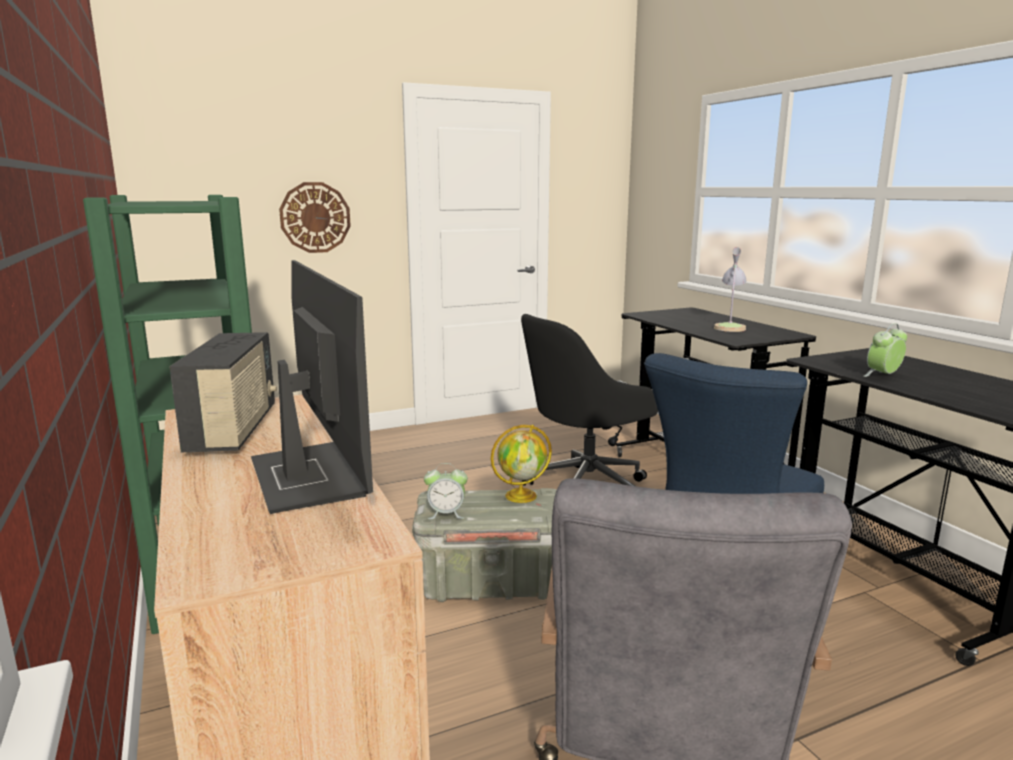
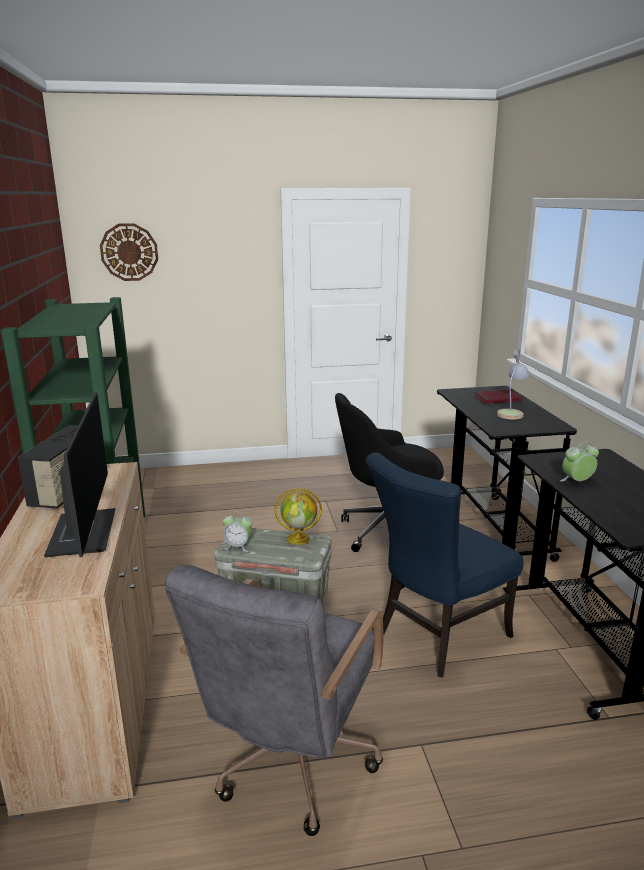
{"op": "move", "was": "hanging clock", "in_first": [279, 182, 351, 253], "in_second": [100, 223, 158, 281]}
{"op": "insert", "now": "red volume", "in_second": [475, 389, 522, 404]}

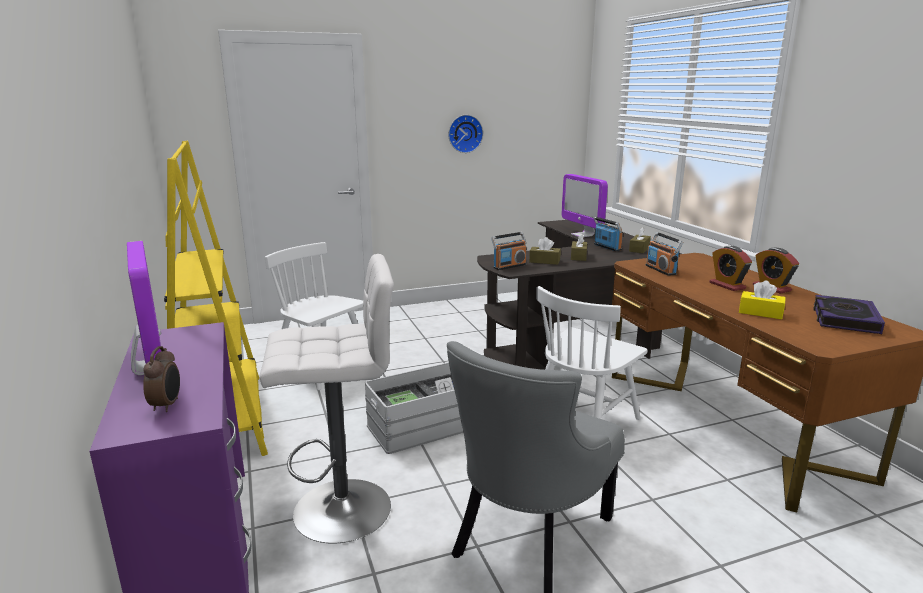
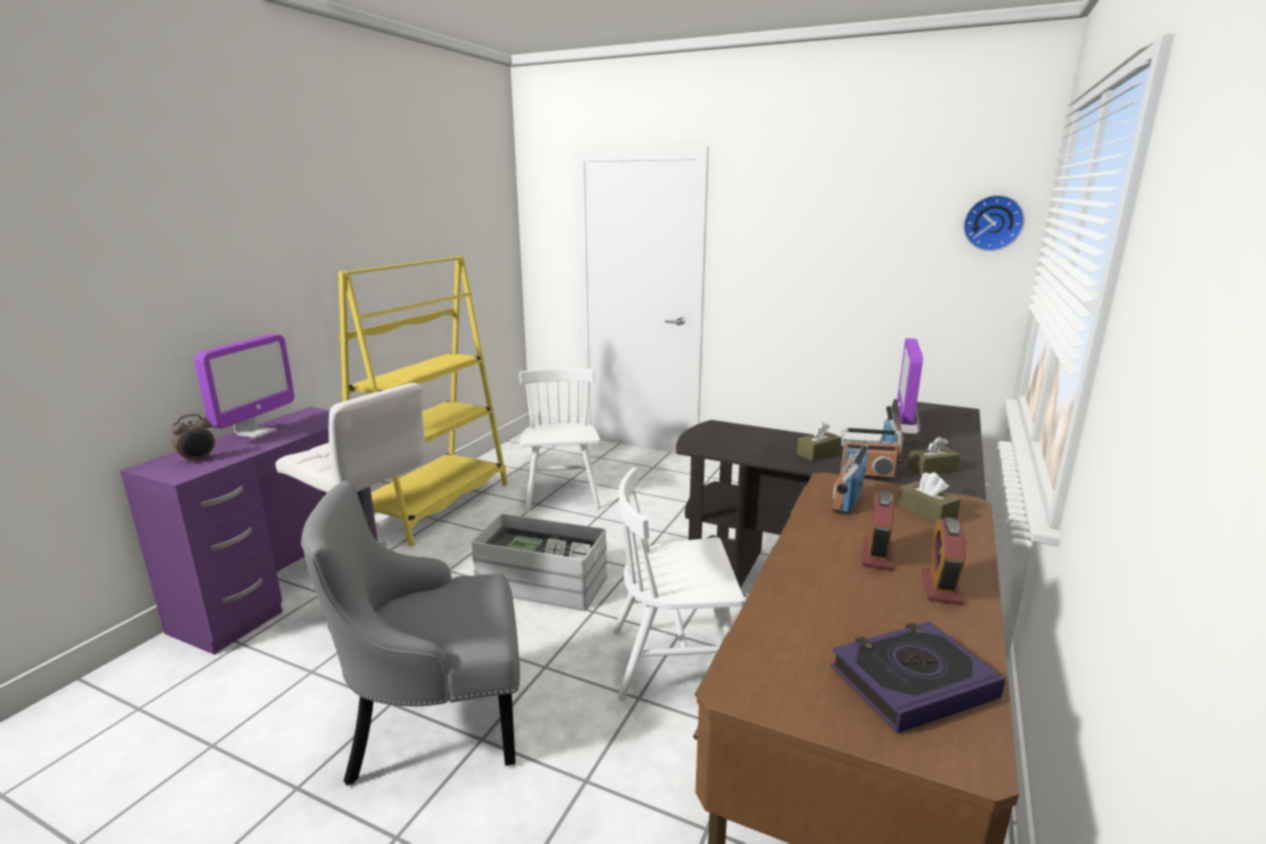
{"op": "move", "was": "hanging clock", "in_first": [448, 115, 483, 153], "in_second": [963, 195, 1025, 251]}
{"op": "move", "was": "radio receiver", "in_first": [491, 232, 527, 270], "in_second": [840, 428, 901, 480]}
{"op": "move", "was": "brown tissue holder", "in_first": [529, 237, 561, 265], "in_second": [897, 472, 960, 524]}
{"op": "delete", "was": "yellow tissue holder", "in_first": [739, 281, 786, 319]}

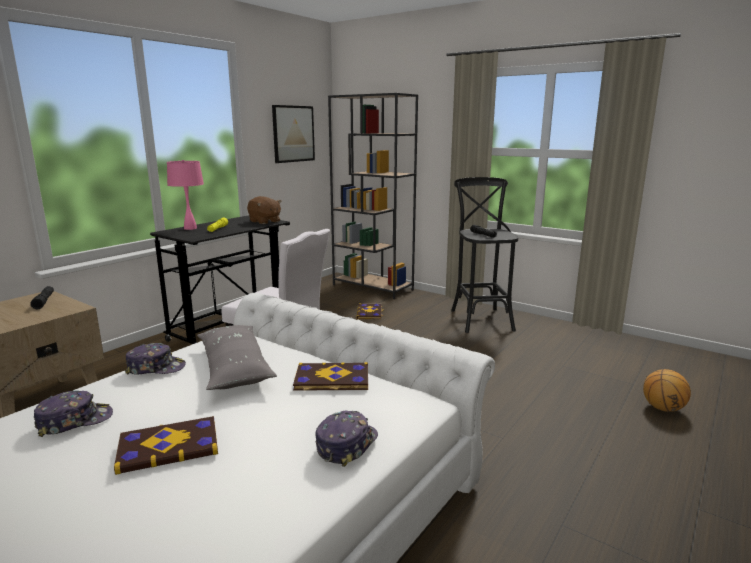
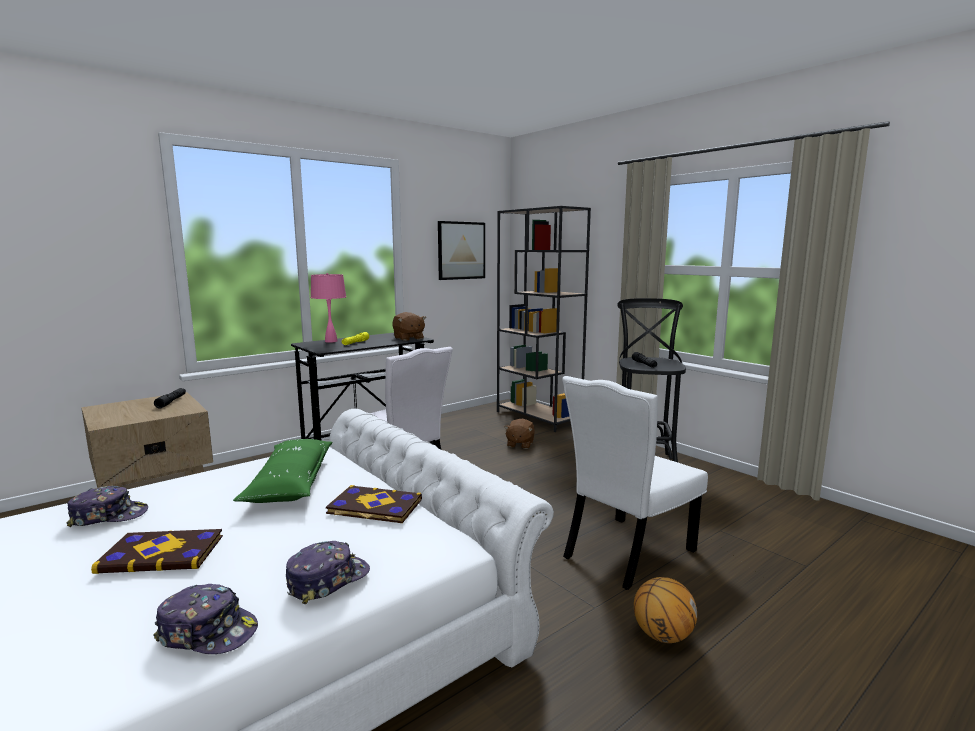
{"op": "move", "was": "baseball cap", "in_first": [125, 343, 186, 375], "in_second": [153, 584, 258, 654]}
{"op": "recolor", "was": "grey throw pillow", "now": "green throw pillow", "in_first": [197, 325, 277, 390], "in_second": [233, 439, 332, 503]}
{"op": "replace", "was": "volume", "now": "brown plush toy", "in_first": [356, 303, 384, 319], "in_second": [504, 419, 535, 449]}
{"op": "move", "was": "basketball ball", "in_first": [643, 369, 691, 412], "in_second": [634, 577, 697, 643]}
{"op": "insert", "now": "whitish upright chair", "in_second": [562, 376, 708, 590]}

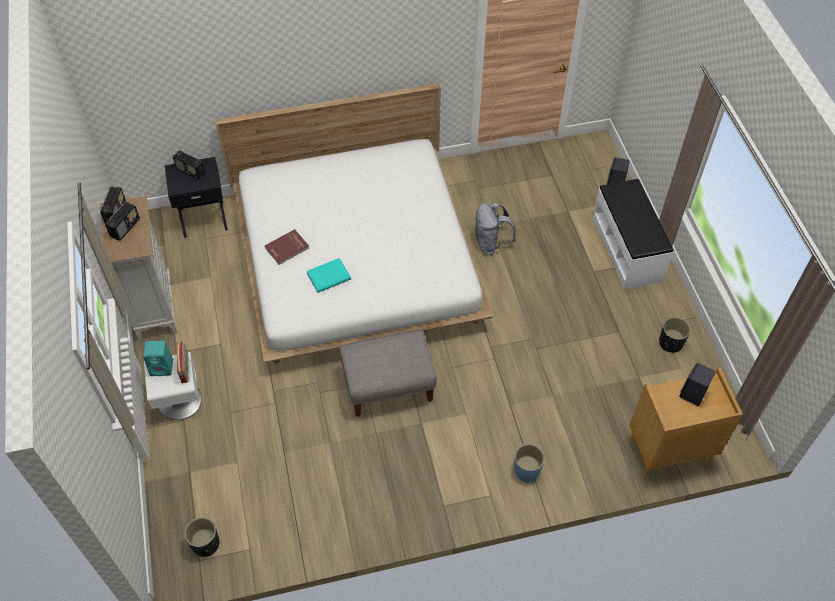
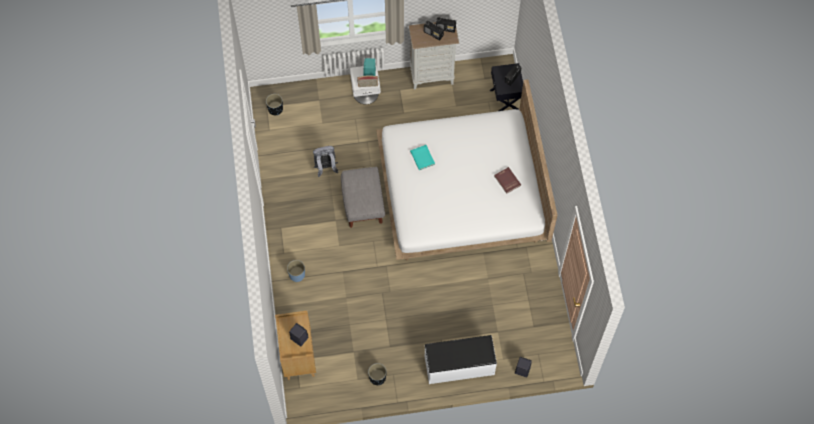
{"op": "move", "was": "red volume", "in_first": [265, 229, 309, 265], "in_second": [494, 167, 521, 194]}
{"op": "move", "was": "grey knapsack", "in_first": [474, 202, 516, 255], "in_second": [313, 146, 338, 177]}

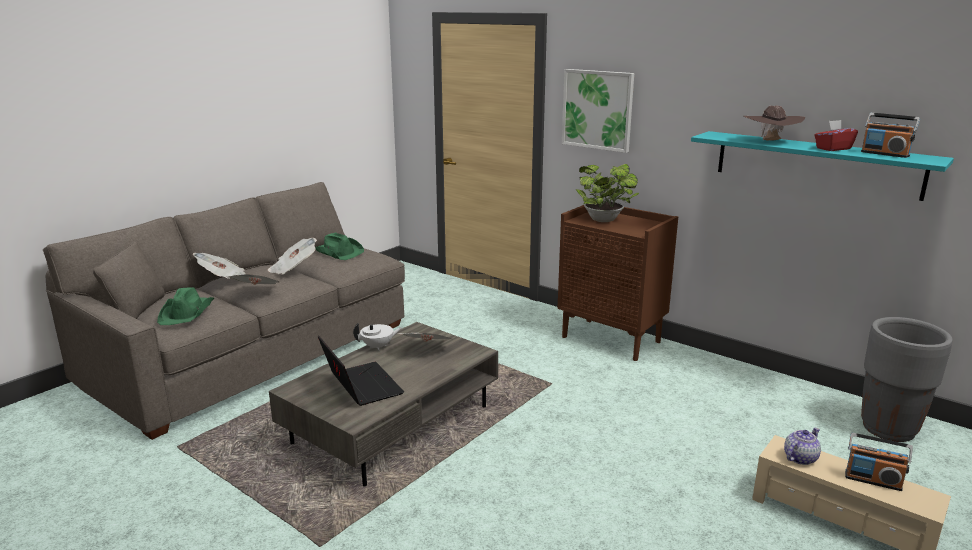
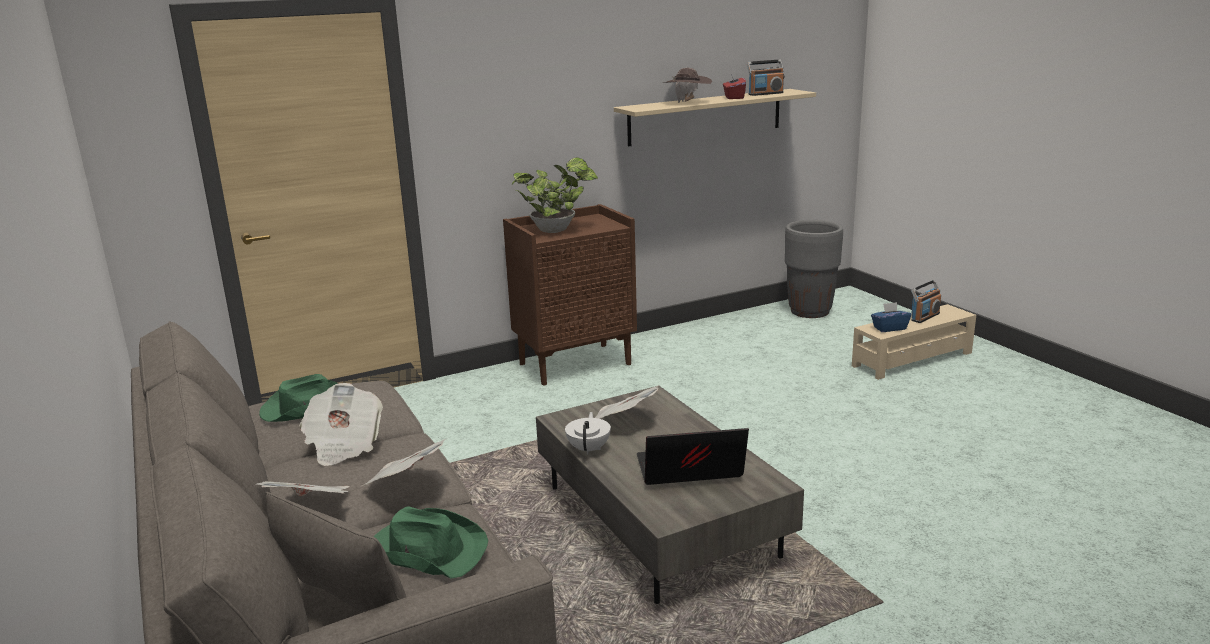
{"op": "delete", "was": "picture", "in_first": [562, 69, 634, 153]}
{"op": "recolor", "was": "turquoise-coloured bracket shelf", "now": "sand-coloured bracket shelf", "in_first": [691, 131, 954, 201], "in_second": [614, 89, 816, 146]}
{"op": "replace", "was": "pot for tea", "now": "blue-coloured tissue holder", "in_first": [784, 428, 821, 465], "in_second": [871, 302, 911, 332]}

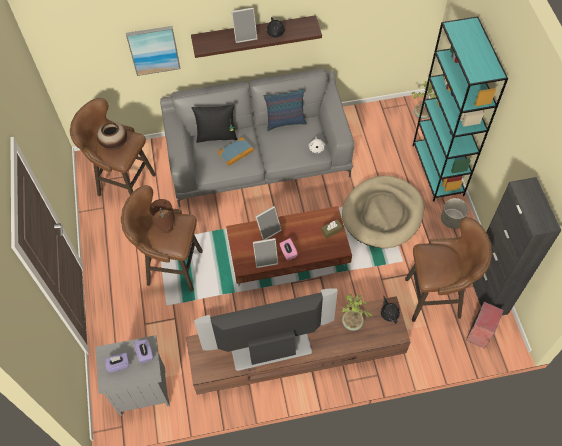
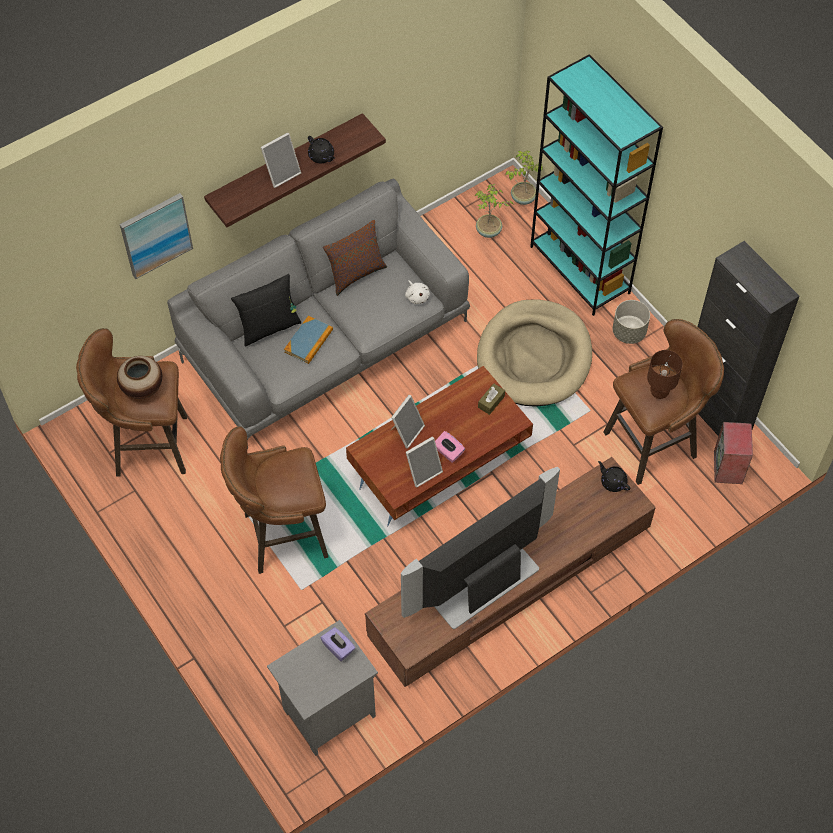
{"op": "delete", "was": "purple-coloured tissue holder", "in_first": [105, 353, 129, 373]}
{"op": "move", "was": "brown lamp for a table", "in_first": [149, 199, 175, 233], "in_second": [647, 350, 683, 399]}
{"op": "recolor", "was": "blue-coloured throw pillow", "now": "brown throw pillow", "in_first": [264, 89, 307, 131], "in_second": [323, 220, 387, 296]}
{"op": "move", "was": "houseplant", "in_first": [341, 294, 372, 331], "in_second": [475, 184, 513, 238]}

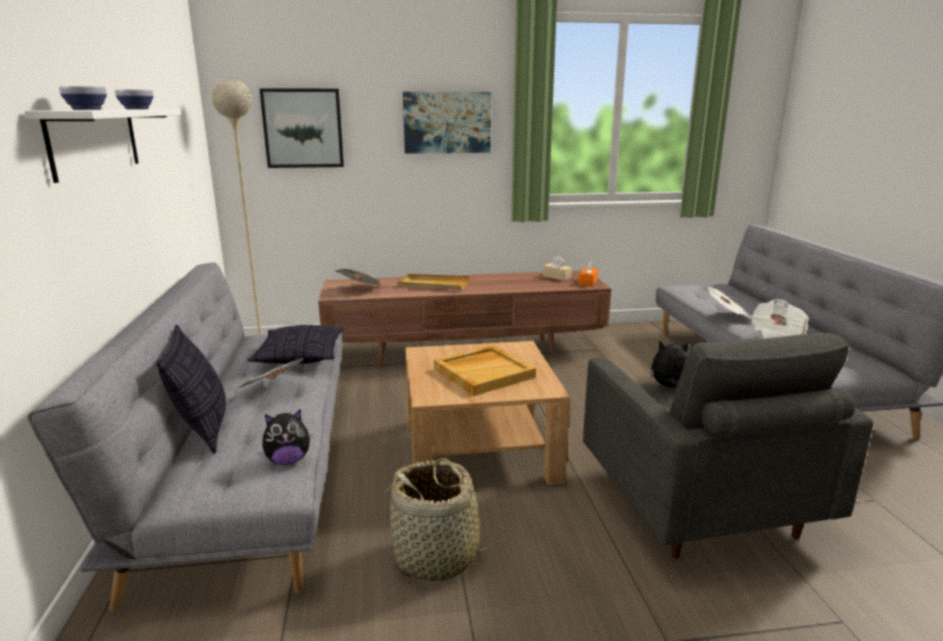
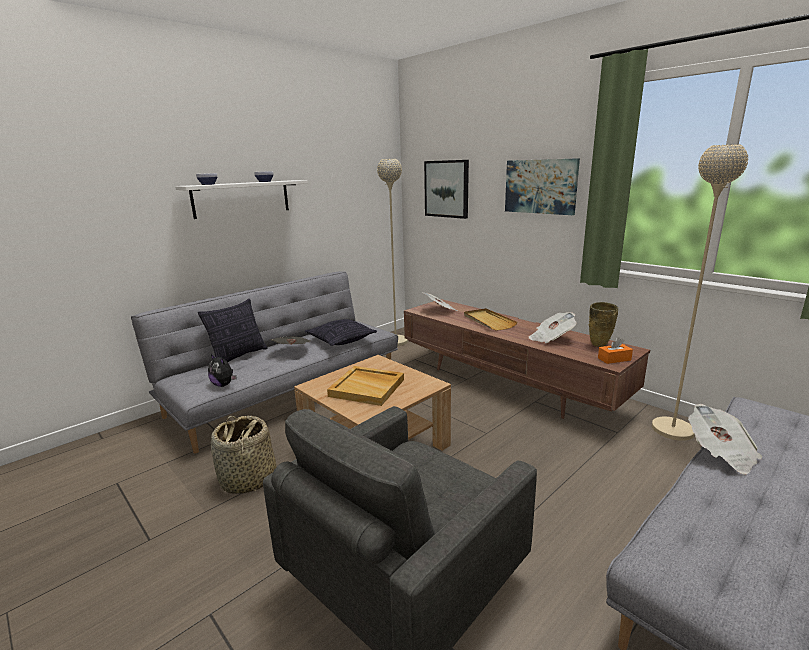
{"op": "replace", "was": "sand-coloured tissue holder", "now": "sand-coloured flower vase", "in_first": [543, 256, 572, 281], "in_second": [589, 302, 618, 347]}
{"op": "delete", "was": "plush toy", "in_first": [649, 340, 689, 387]}
{"op": "move", "was": "newspaper", "in_first": [750, 299, 809, 338], "in_second": [529, 312, 576, 343]}
{"op": "insert", "now": "sand-coloured floor lamp", "in_second": [652, 144, 748, 441]}

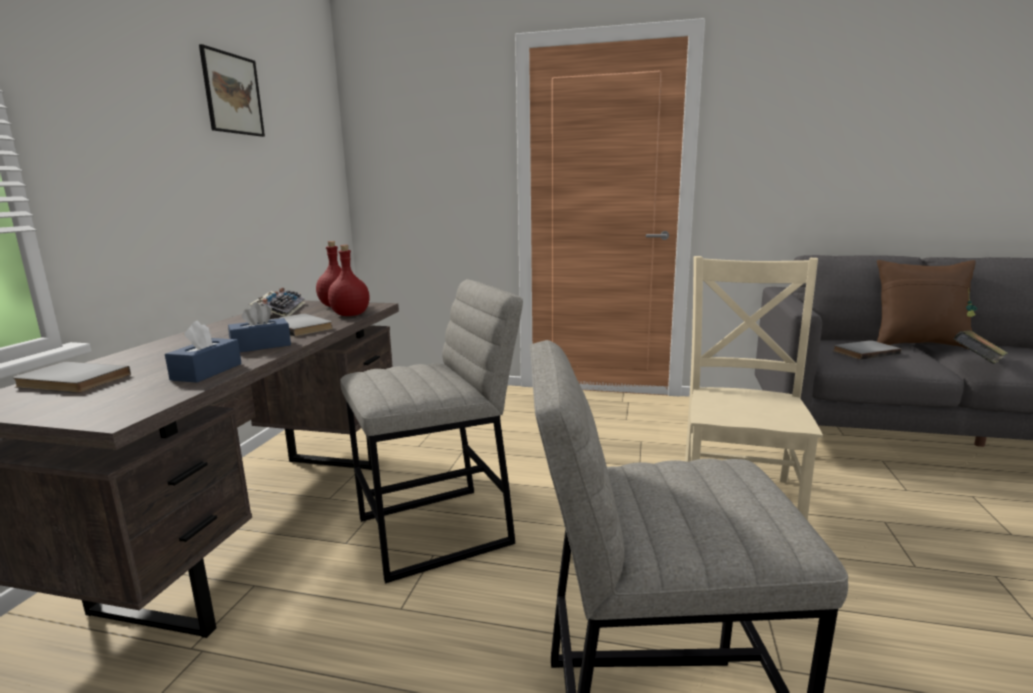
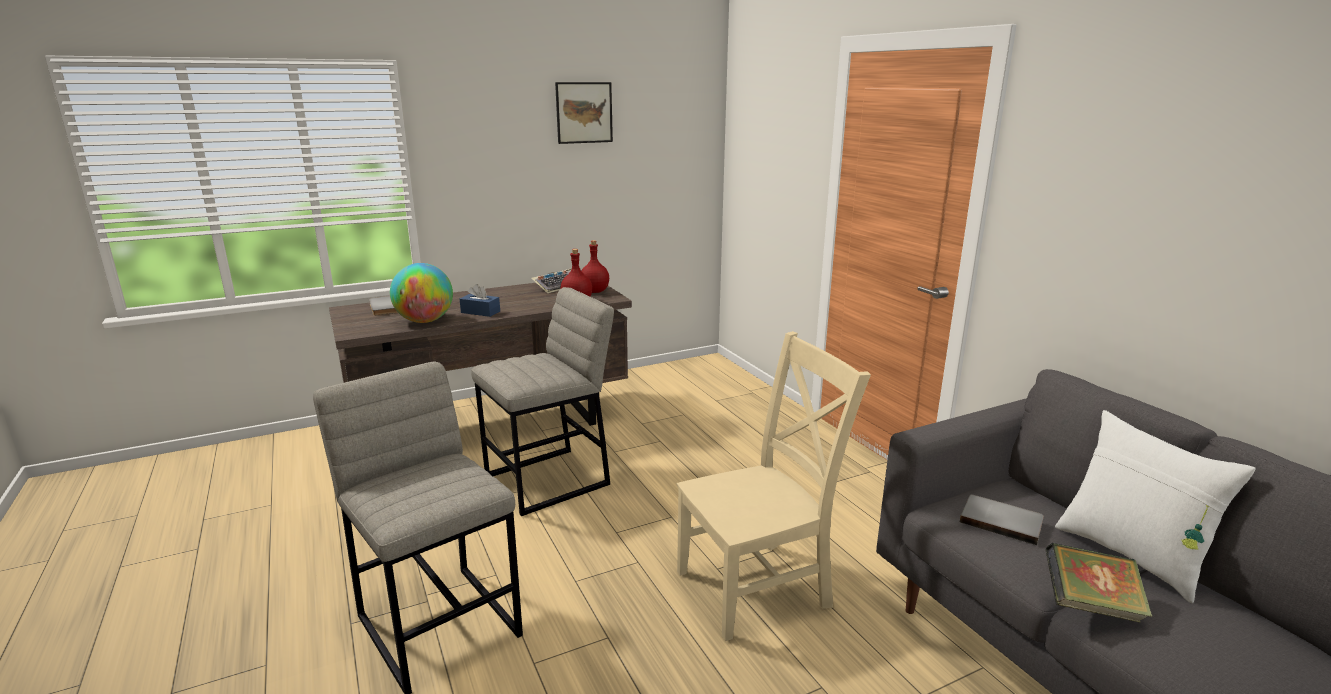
{"op": "replace", "was": "blue-coloured tissue holder", "now": "desk globe", "in_first": [165, 321, 242, 383], "in_second": [390, 263, 453, 323]}
{"op": "delete", "was": "grey volume", "in_first": [269, 313, 333, 337]}
{"op": "rotate", "was": "grey upright chair", "in_first": [340, 279, 523, 583], "in_second": [471, 287, 614, 516], "clockwise": -60}
{"op": "recolor", "was": "brown throw pillow", "now": "whitish throw pillow", "in_first": [877, 260, 977, 350], "in_second": [1055, 410, 1256, 603]}

